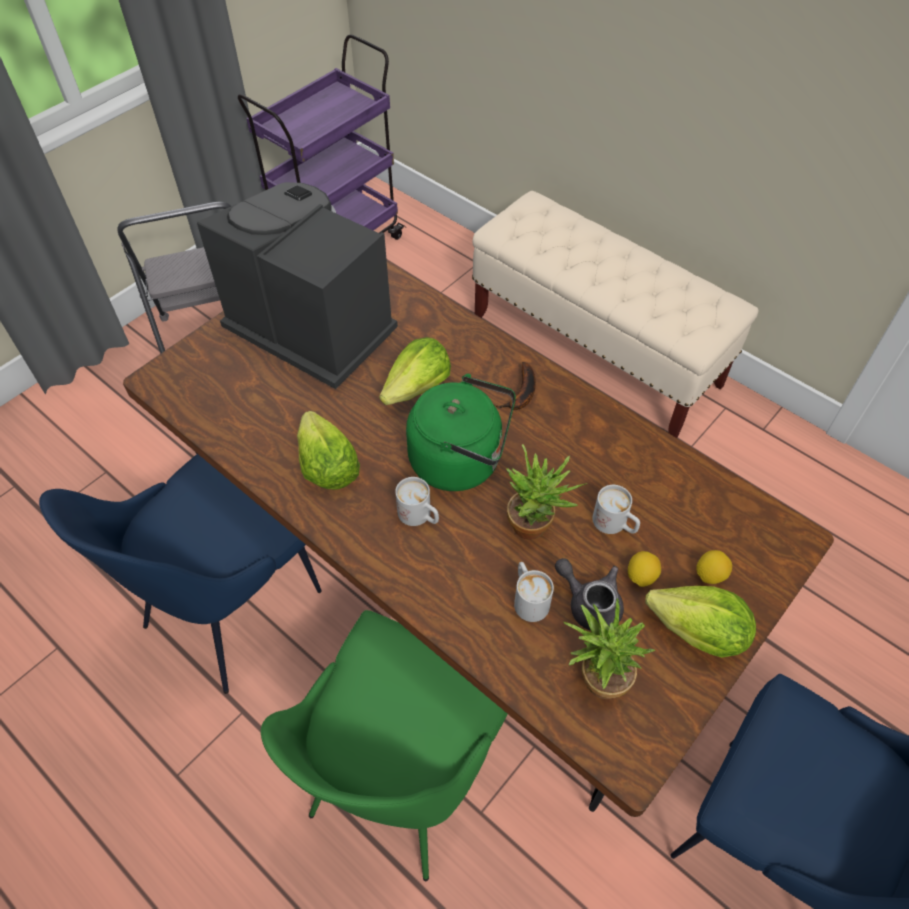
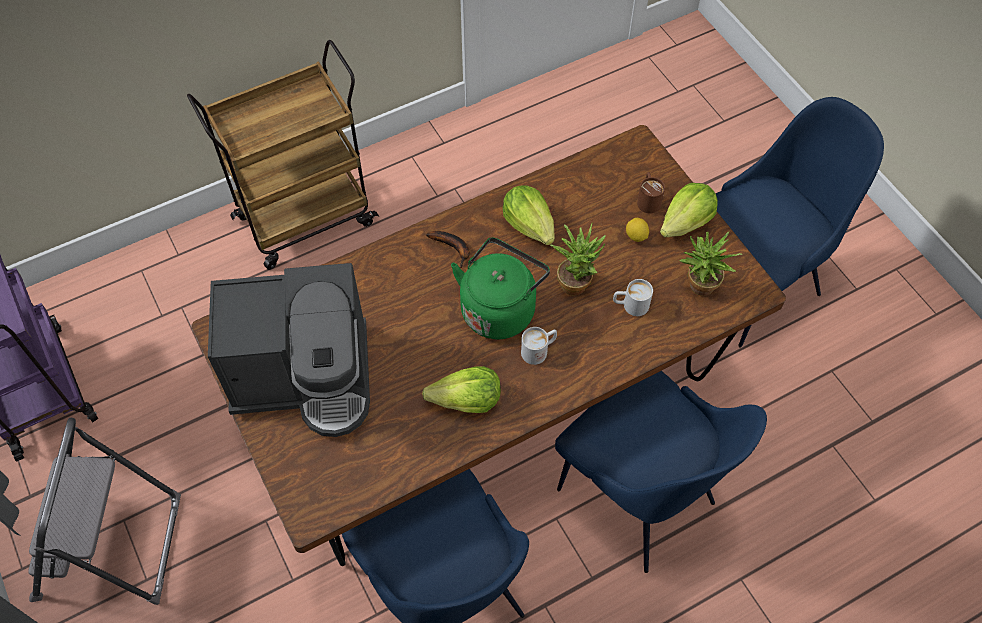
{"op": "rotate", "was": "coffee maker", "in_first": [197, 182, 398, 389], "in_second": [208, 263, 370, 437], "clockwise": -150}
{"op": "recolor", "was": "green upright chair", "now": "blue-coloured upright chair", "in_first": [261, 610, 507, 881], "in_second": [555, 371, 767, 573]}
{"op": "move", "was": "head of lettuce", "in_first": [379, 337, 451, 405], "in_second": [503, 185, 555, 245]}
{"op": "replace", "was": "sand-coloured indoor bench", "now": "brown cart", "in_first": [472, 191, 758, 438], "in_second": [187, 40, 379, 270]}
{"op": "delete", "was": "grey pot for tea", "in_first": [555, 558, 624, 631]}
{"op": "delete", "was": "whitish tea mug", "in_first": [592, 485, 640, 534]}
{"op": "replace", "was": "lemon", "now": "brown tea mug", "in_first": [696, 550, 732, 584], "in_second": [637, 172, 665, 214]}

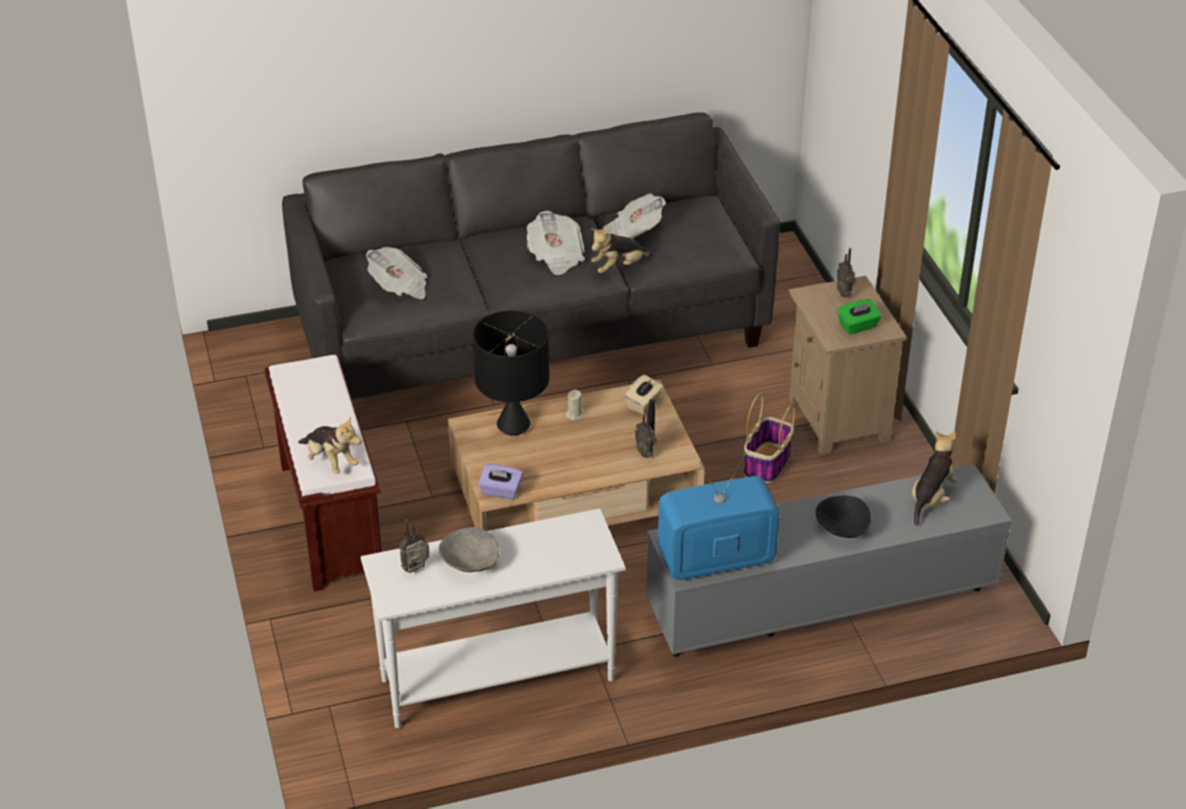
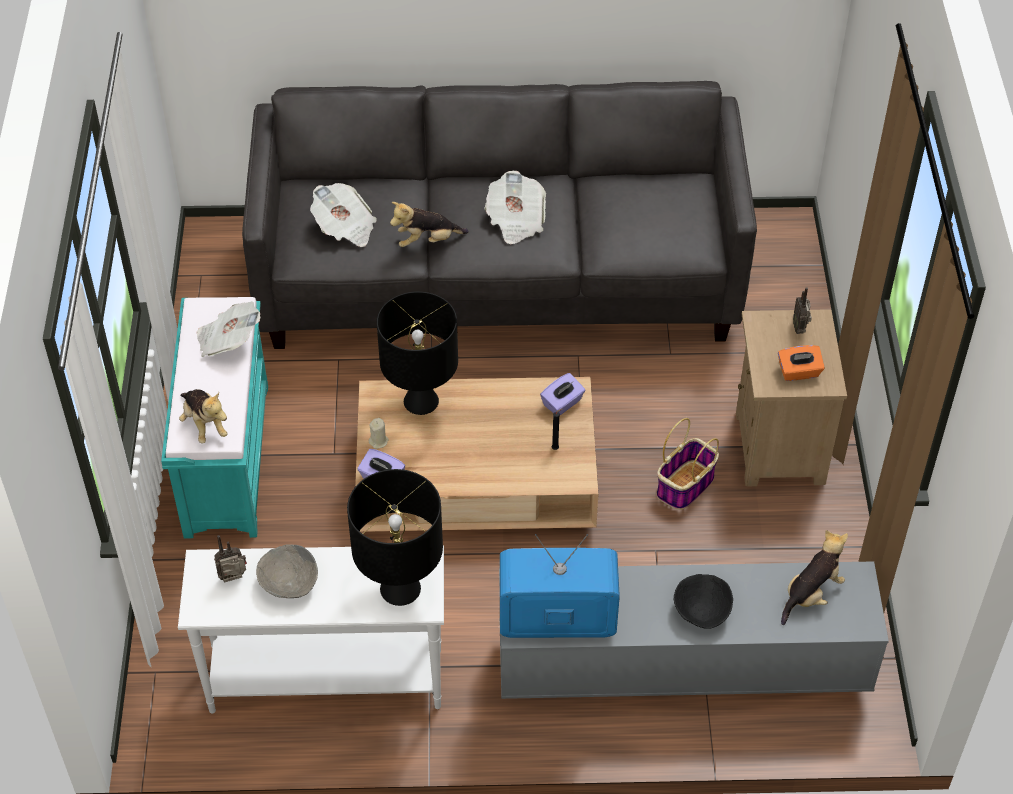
{"op": "recolor", "was": "brown indoor bench", "now": "turquoise-coloured indoor bench", "in_first": [264, 355, 382, 591], "in_second": [161, 297, 268, 539]}
{"op": "move", "was": "sand-coloured candle", "in_first": [565, 389, 583, 420], "in_second": [368, 418, 388, 449]}
{"op": "move", "was": "plush toy", "in_first": [591, 229, 653, 273], "in_second": [390, 202, 469, 247]}
{"op": "move", "was": "newspaper", "in_first": [603, 194, 666, 239], "in_second": [196, 301, 260, 357]}
{"op": "recolor", "was": "sand-coloured tissue holder", "now": "purple-coloured tissue holder", "in_first": [624, 375, 663, 414], "in_second": [540, 373, 586, 416]}
{"op": "delete", "was": "radio receiver", "in_first": [635, 409, 657, 458]}
{"op": "recolor", "was": "green tissue holder", "now": "orange tissue holder", "in_first": [837, 299, 882, 334], "in_second": [778, 345, 825, 381]}
{"op": "insert", "now": "black lamp for a table", "in_second": [347, 469, 443, 606]}

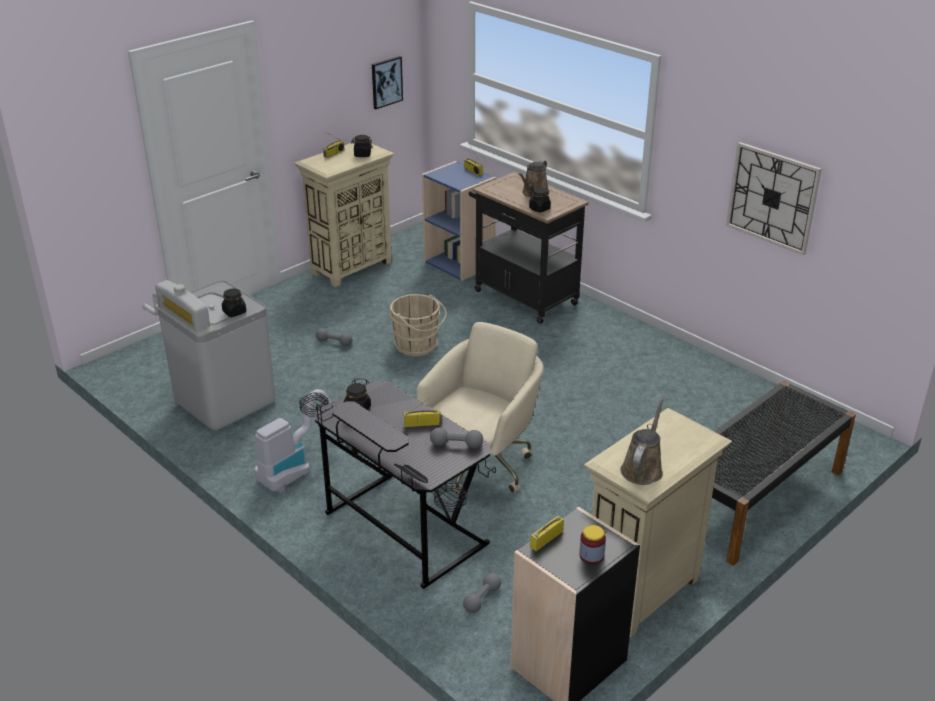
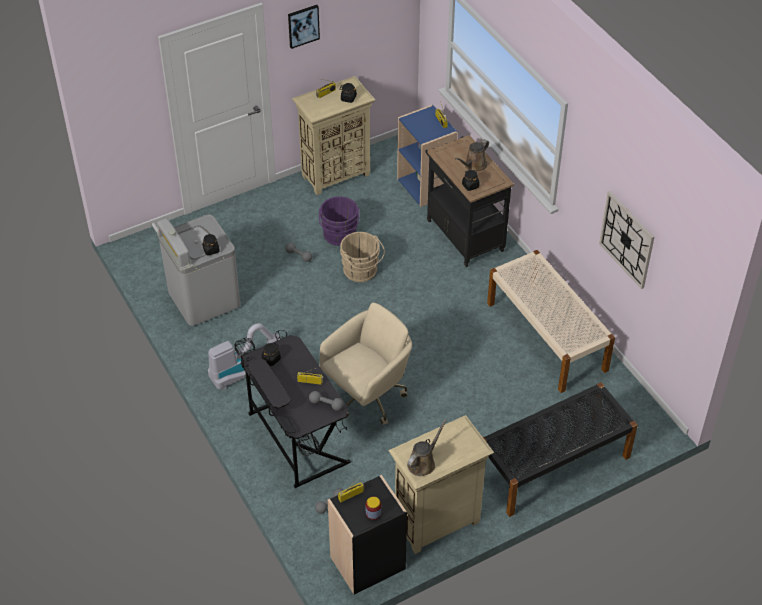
{"op": "move", "was": "picture", "in_first": [372, 56, 403, 109], "in_second": [288, 5, 320, 49]}
{"op": "insert", "now": "purple-coloured water bucket", "in_second": [319, 196, 359, 246]}
{"op": "insert", "now": "sand-coloured indoor bench", "in_second": [487, 250, 615, 393]}

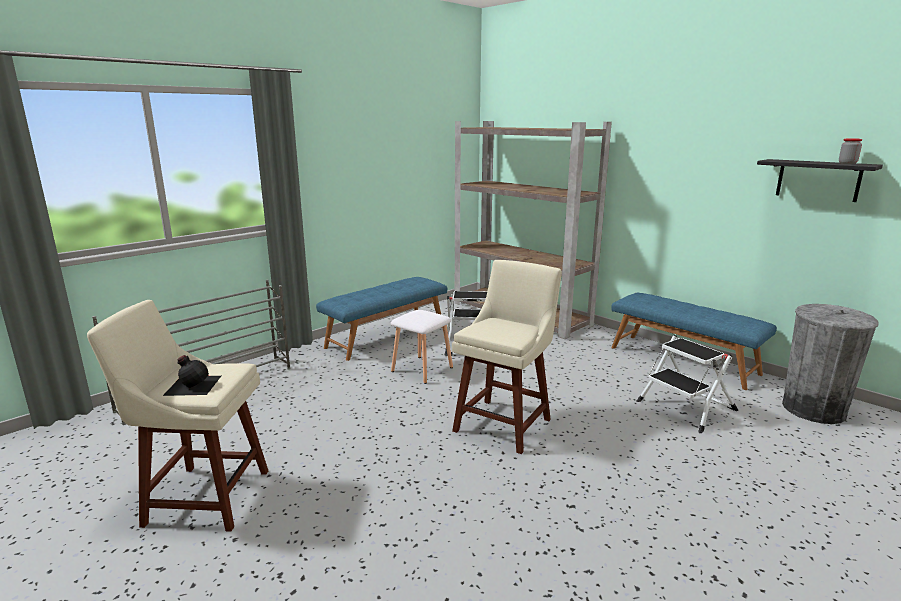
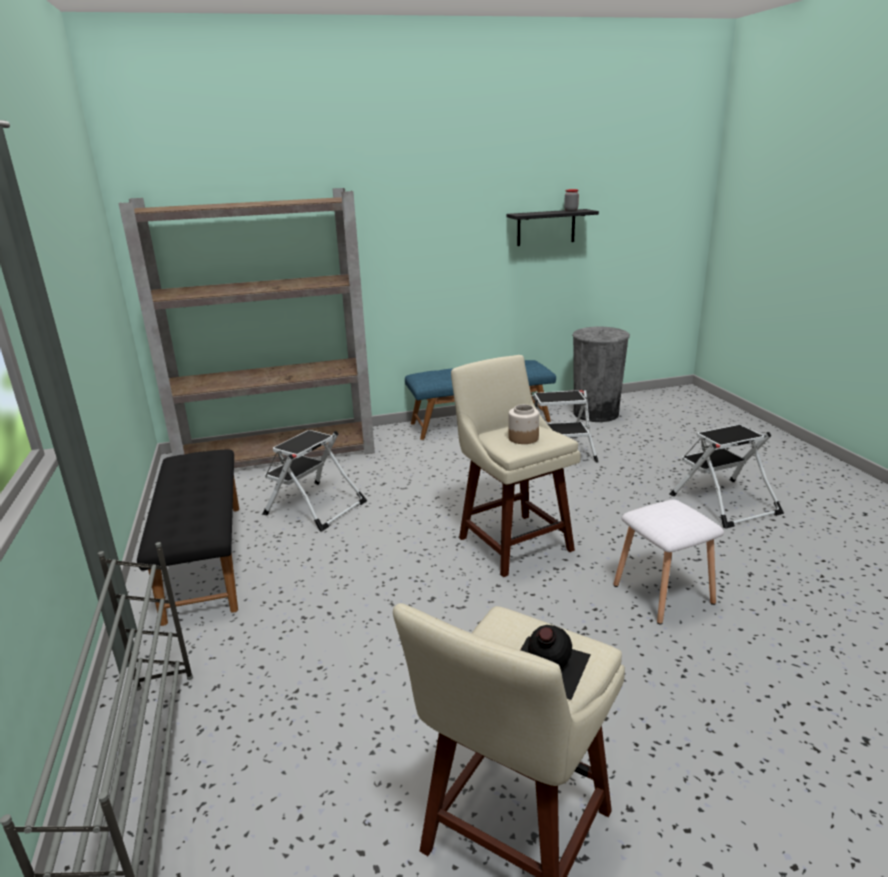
{"op": "recolor", "was": "blue-coloured indoor bench", "now": "black indoor bench", "in_first": [316, 277, 447, 361], "in_second": [137, 449, 239, 626]}
{"op": "move", "was": "whitish sitting stool", "in_first": [391, 309, 453, 384], "in_second": [613, 499, 724, 624]}
{"op": "insert", "now": "storage jar", "in_second": [508, 404, 539, 444]}
{"op": "insert", "now": "step ladder", "in_second": [669, 424, 784, 529]}

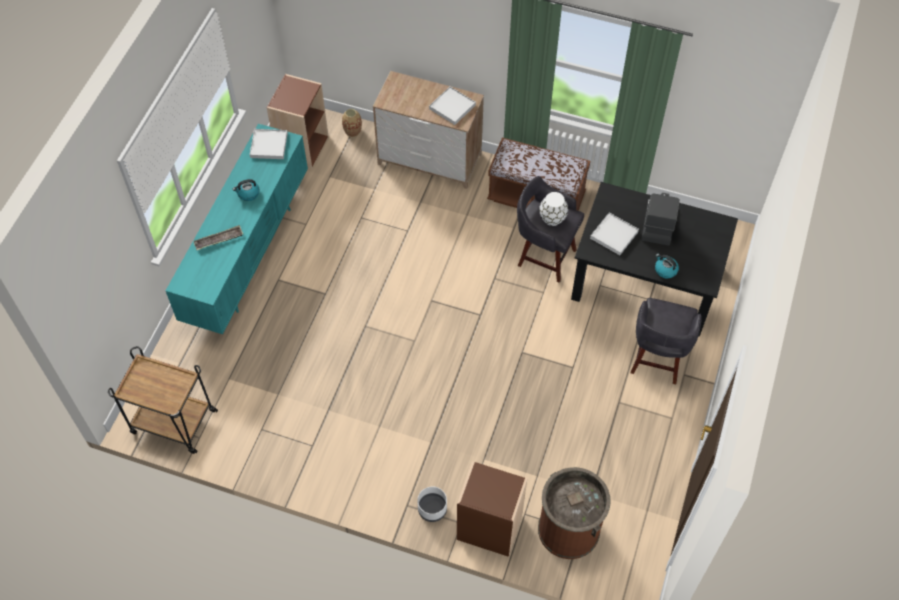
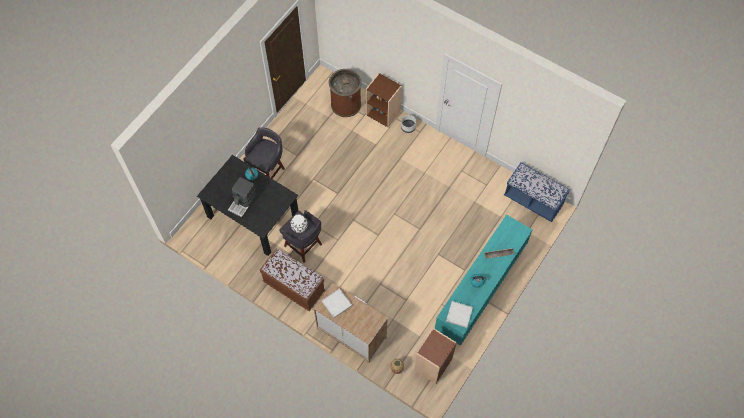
{"op": "replace", "was": "brown cart", "now": "blue-coloured indoor bench", "in_first": [108, 346, 218, 454], "in_second": [504, 162, 570, 222]}
{"op": "delete", "was": "whitish tray", "in_first": [590, 212, 639, 255]}

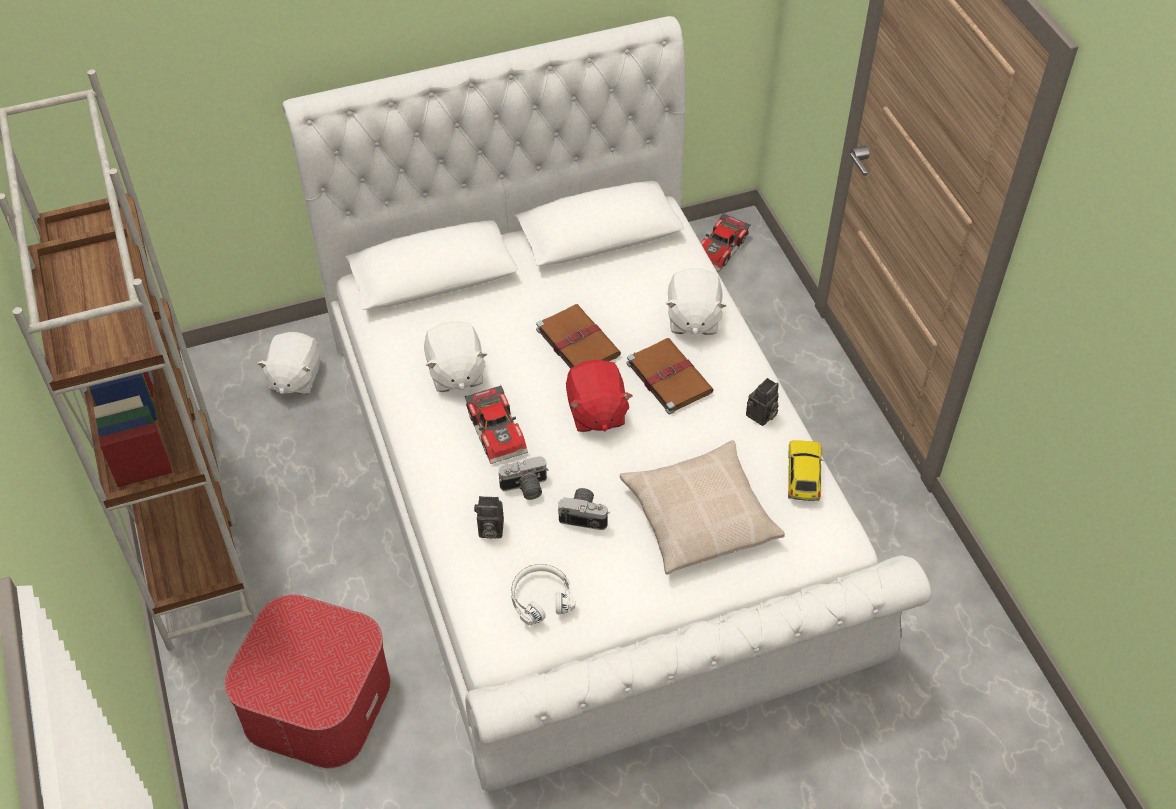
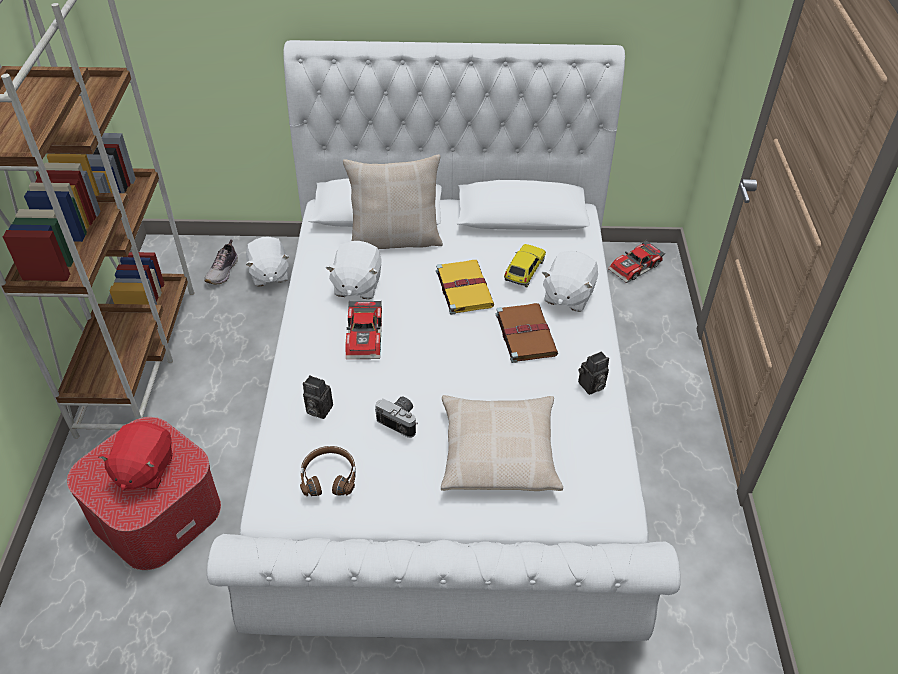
{"op": "rotate", "was": "whitish plush toy", "in_first": [257, 332, 320, 395], "in_second": [245, 237, 289, 286], "clockwise": -45}
{"op": "delete", "was": "photo camera", "in_first": [499, 456, 549, 500]}
{"op": "recolor", "was": "whitish pair of headphones", "now": "brown pair of headphones", "in_first": [511, 564, 575, 625], "in_second": [300, 446, 356, 496]}
{"op": "recolor", "was": "brown volume", "now": "yellow volume", "in_first": [536, 304, 621, 369], "in_second": [436, 260, 494, 315]}
{"op": "move", "was": "red plush toy", "in_first": [566, 360, 632, 432], "in_second": [98, 422, 173, 491]}
{"op": "move", "was": "miniature car", "in_first": [788, 440, 823, 501], "in_second": [504, 244, 546, 287]}
{"op": "insert", "now": "low shoe", "in_second": [204, 240, 238, 284]}
{"op": "insert", "now": "sand-coloured throw pillow", "in_second": [343, 155, 443, 249]}

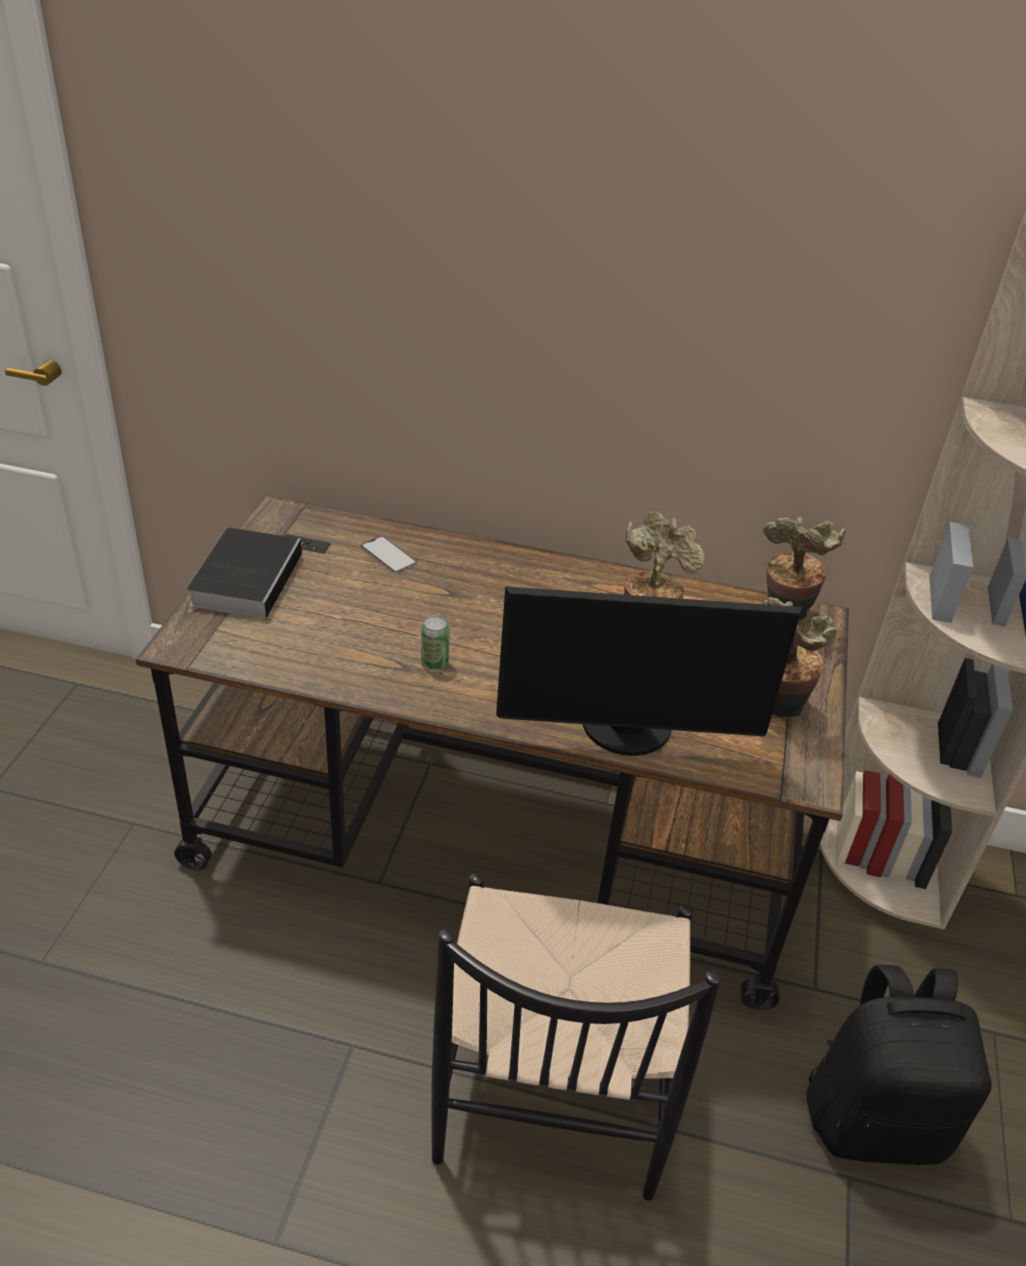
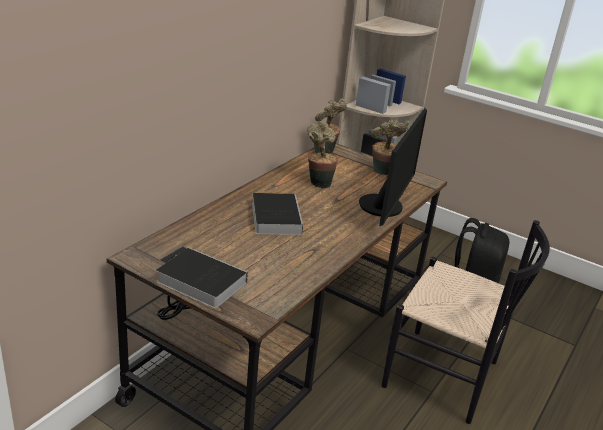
{"op": "delete", "was": "handset", "in_first": [361, 536, 417, 573]}
{"op": "delete", "was": "can", "in_first": [421, 616, 450, 670]}
{"op": "insert", "now": "volume", "in_second": [252, 193, 303, 235]}

